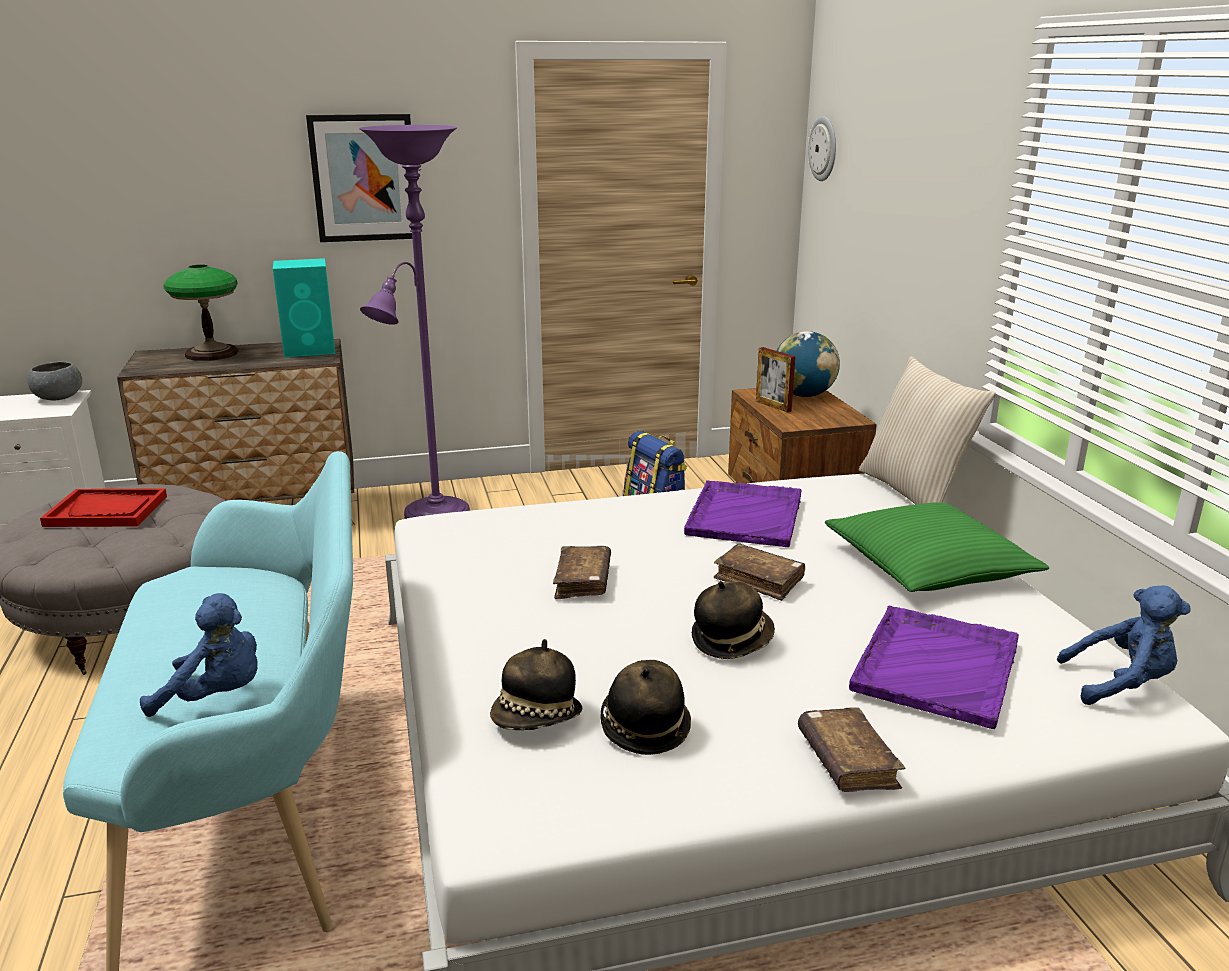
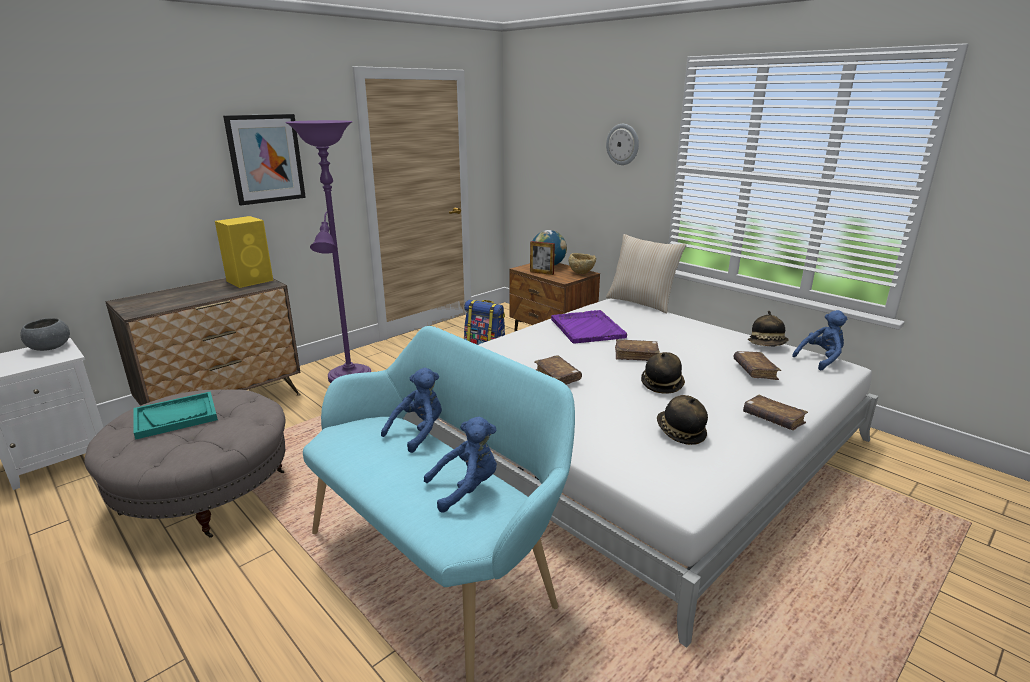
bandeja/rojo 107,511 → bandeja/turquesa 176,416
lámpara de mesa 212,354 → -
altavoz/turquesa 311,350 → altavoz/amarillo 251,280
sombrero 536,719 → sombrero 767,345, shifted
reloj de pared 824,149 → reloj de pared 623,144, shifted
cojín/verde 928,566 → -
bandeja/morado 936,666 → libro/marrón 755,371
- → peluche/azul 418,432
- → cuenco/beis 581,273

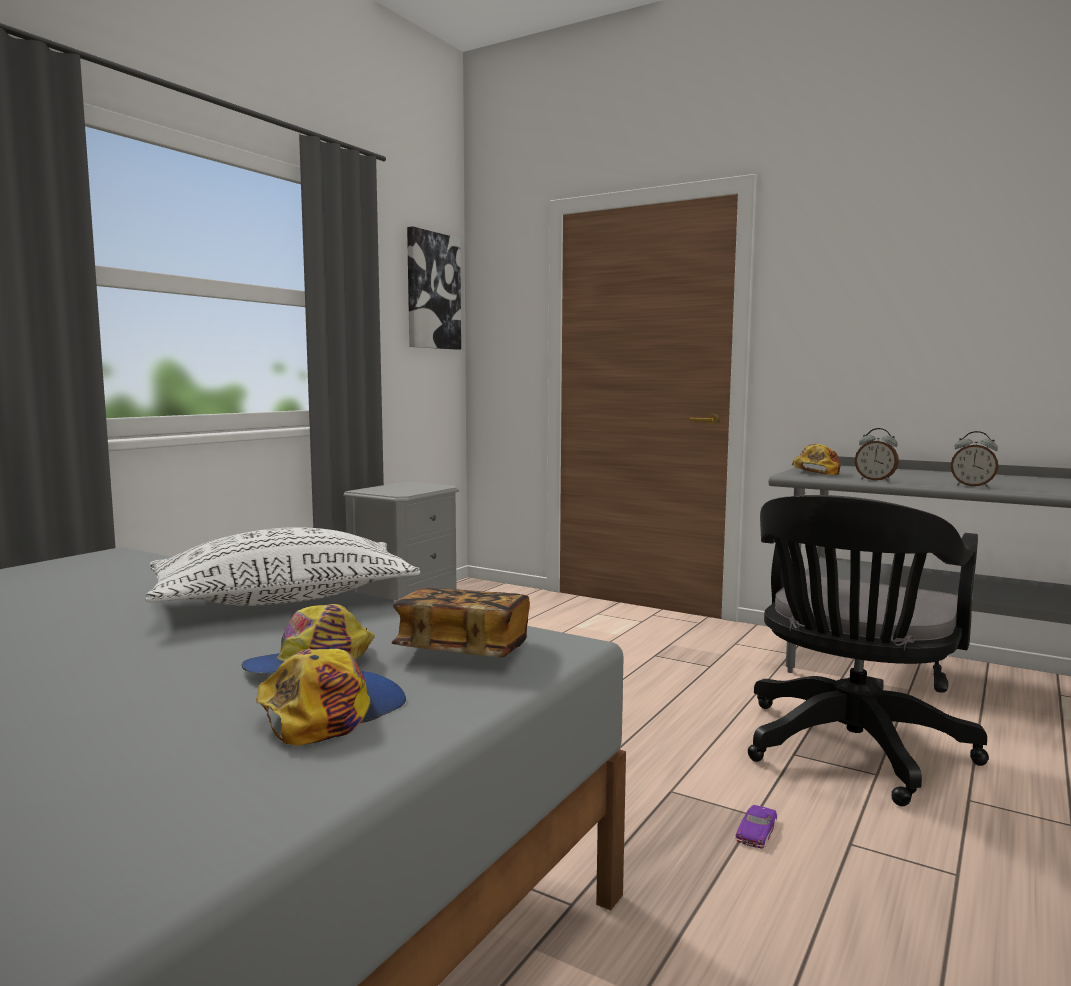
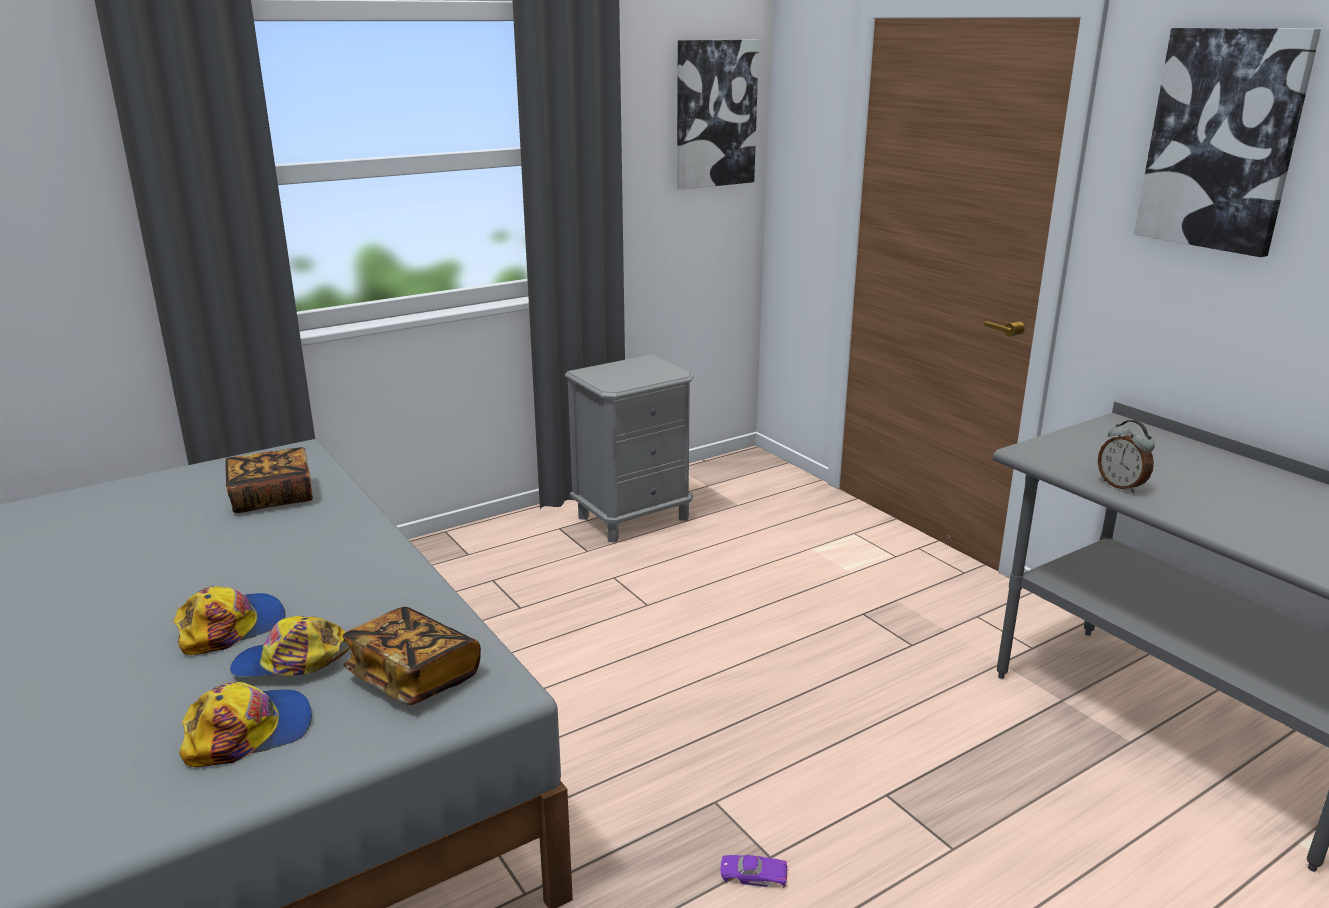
cojín/blanco 284,600 → -
coche de juguete/morado 756,830 → coche de juguete/morado 754,875, 135 degrees counterclockwise
silla de oficina/negro 850,751 → -
gorra 816,472 → gorra 231,627, shifted
despertador 972,486 → -
- → libro 272,498
- → cuadro 1222,140

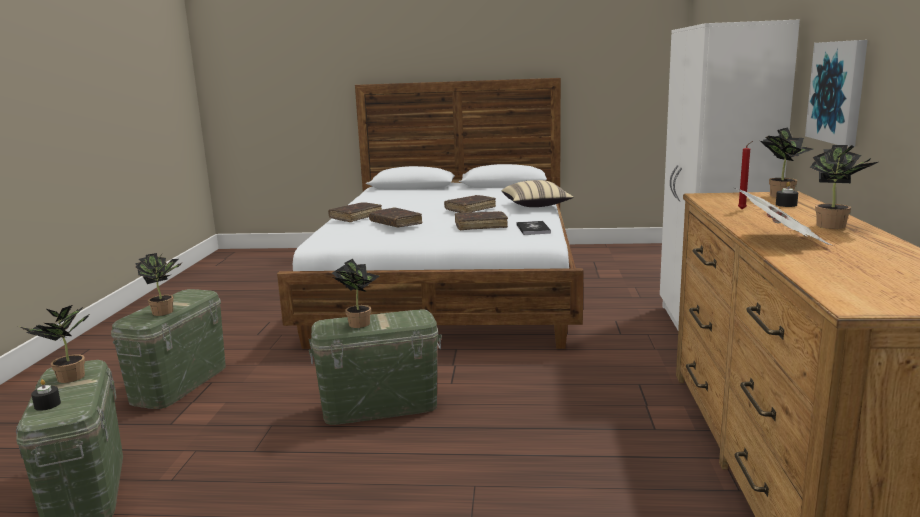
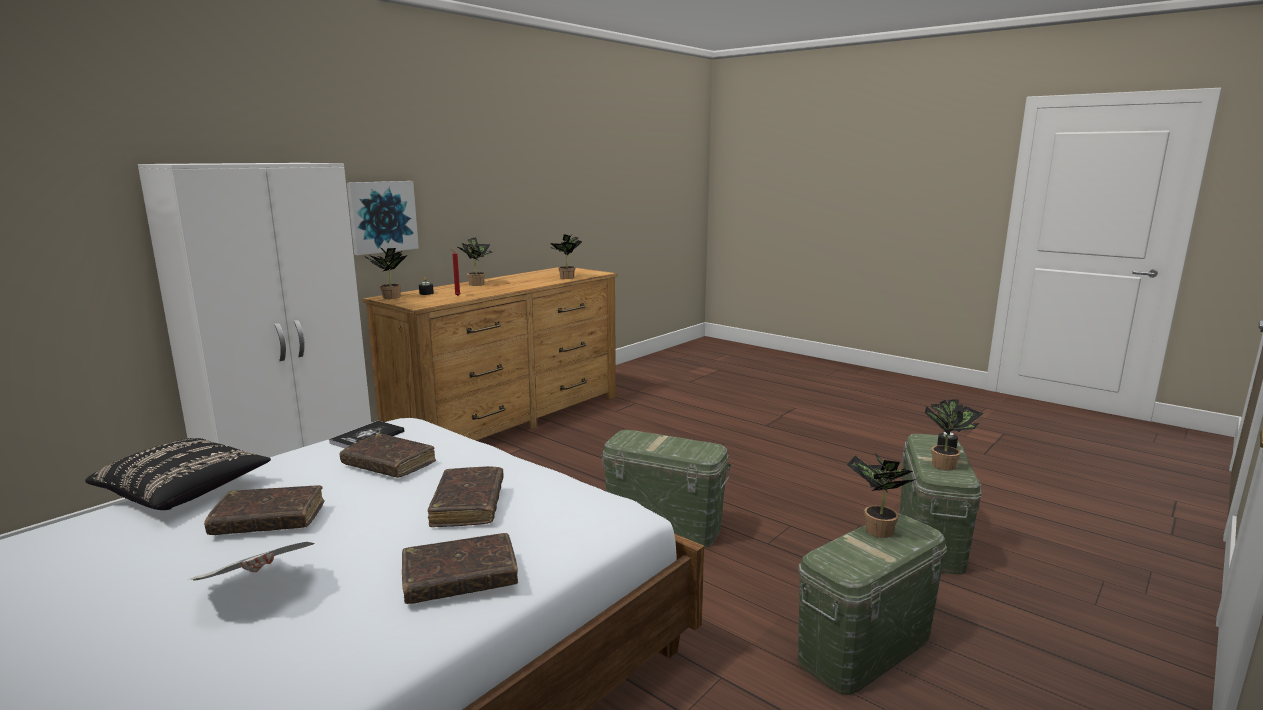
planta en maceta 358,323 → planta en maceta 566,278, shifted
cojín/beis 536,206 → cojín/negro 185,492
periódico 780,241 → periódico 258,588, shifted

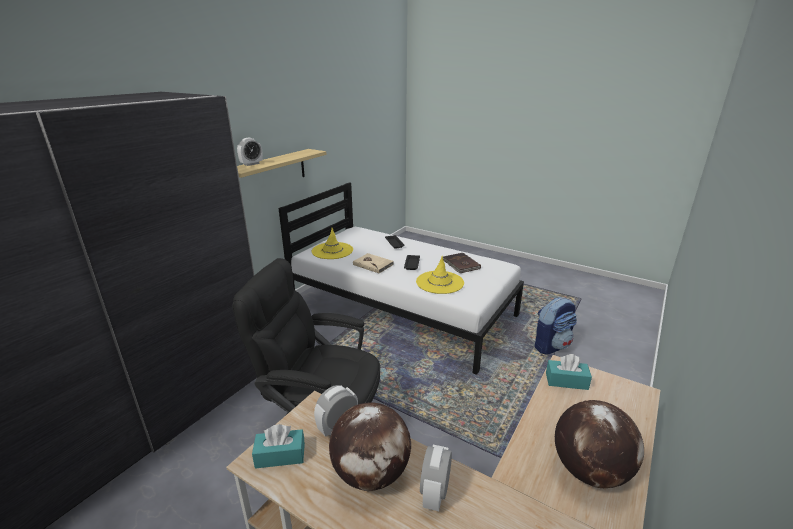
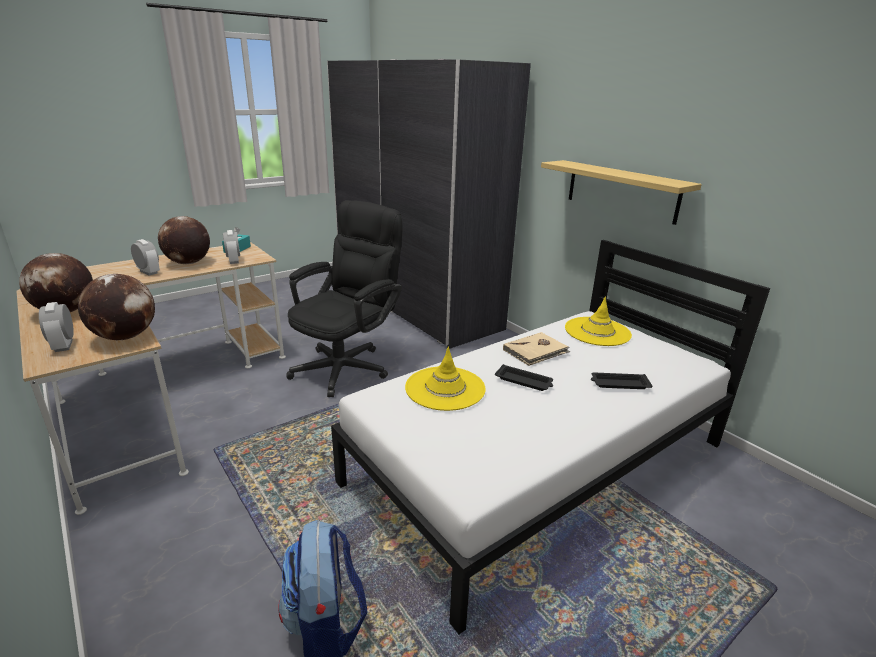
despertador 251,164 → despertador 64,345, shifted
libro/marrón 461,264 → -
caja de pañuelos/turquesa 566,381 → globo terráqueo 125,336

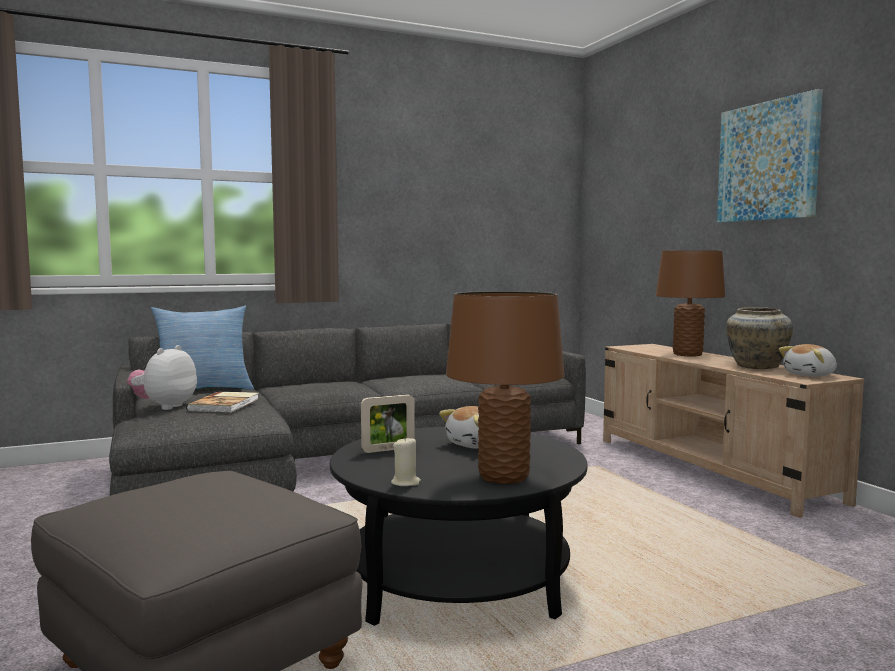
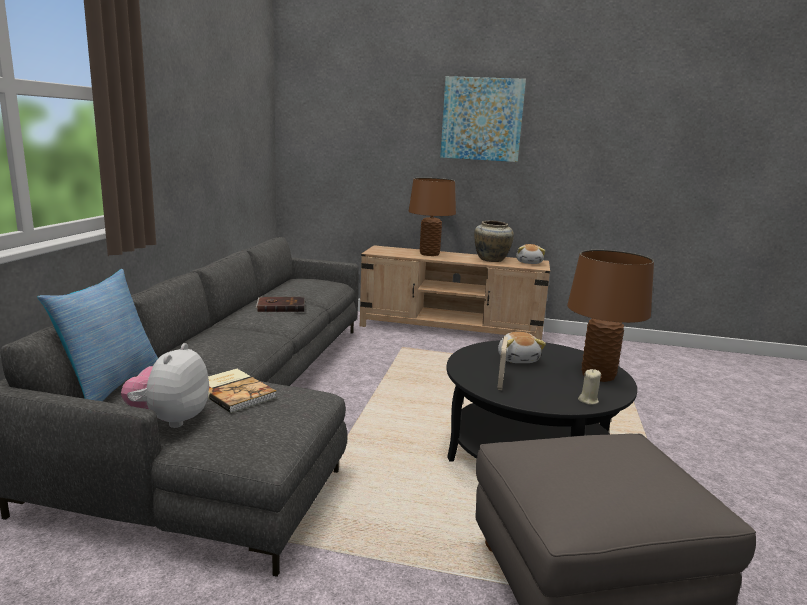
peluche 164,407 → peluche 170,419, 45 degrees clockwise
- → libro/marrón 281,306

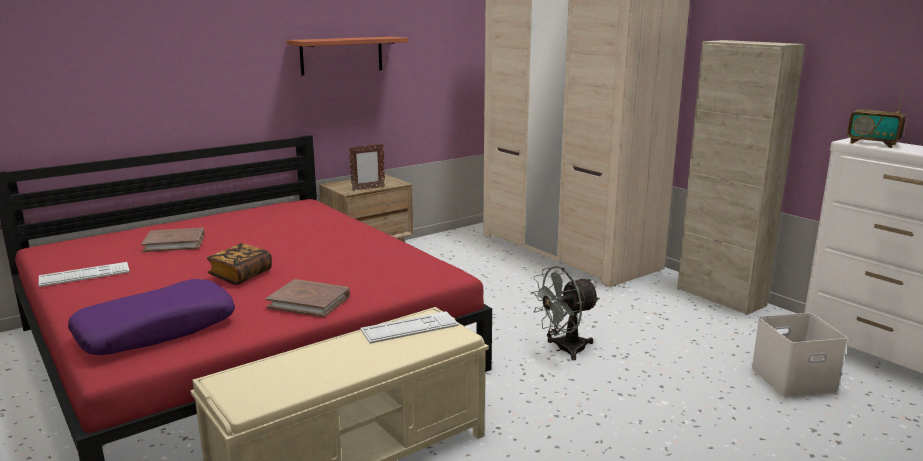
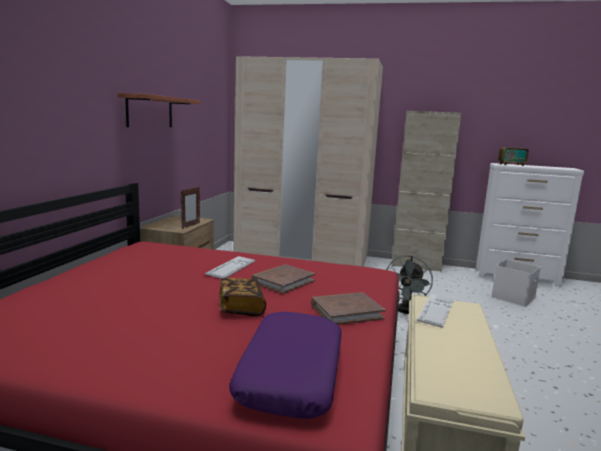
teclado 85,275 → teclado 231,268, shifted
libro/marrón 174,243 → libro/marrón 283,281, shifted

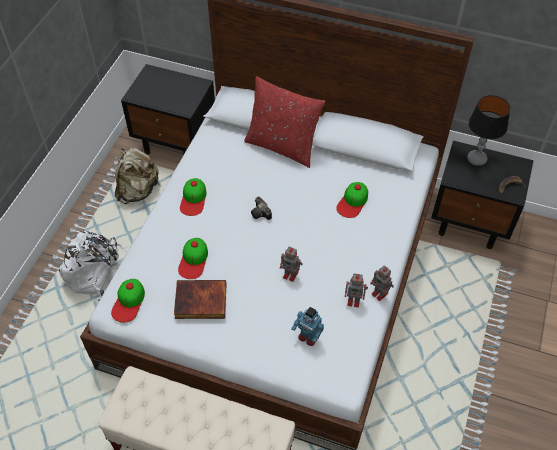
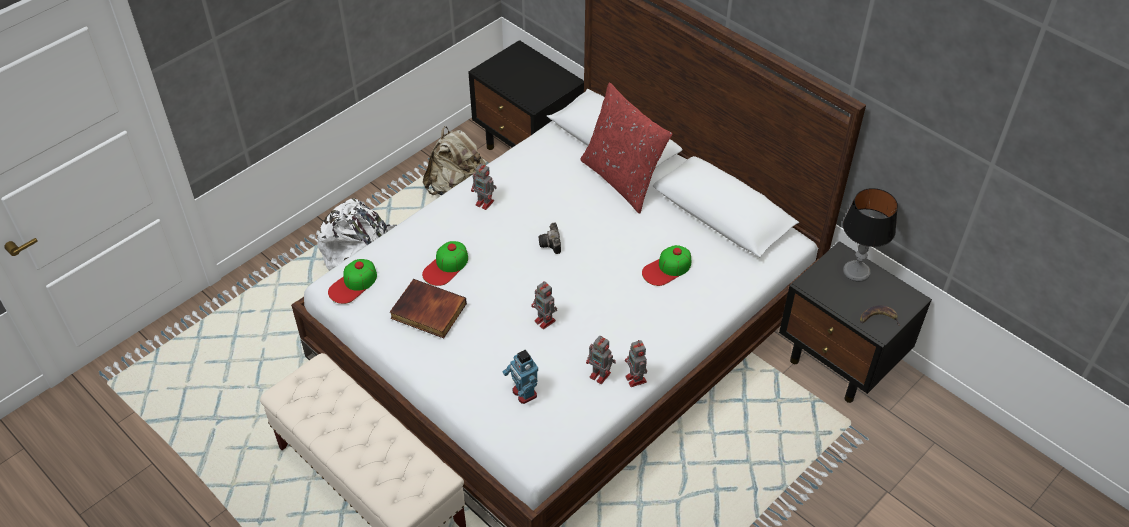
gorra 193,199 → robot de juguete 485,203

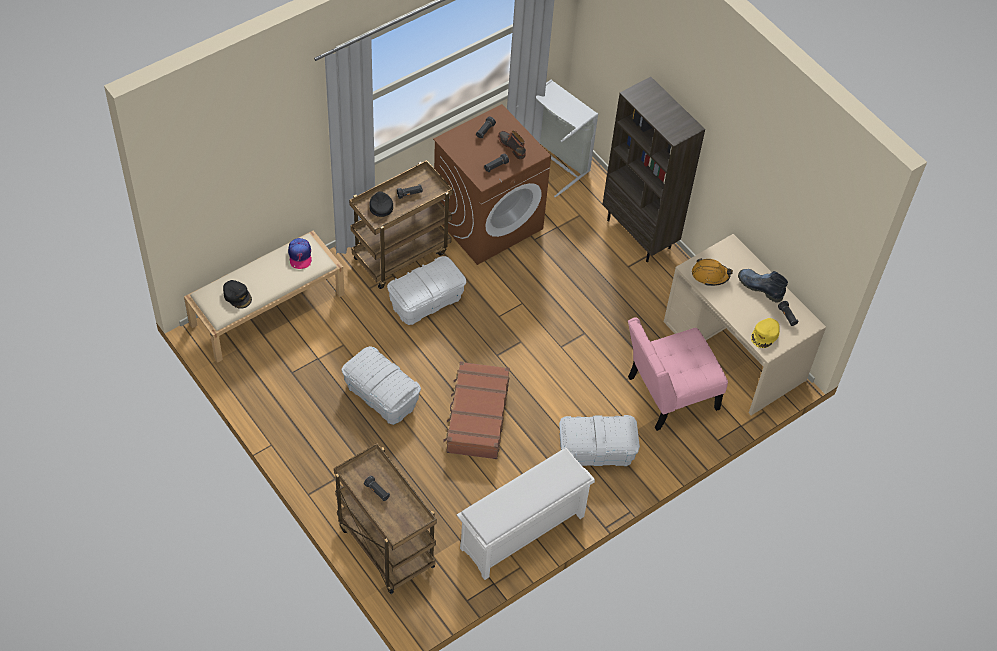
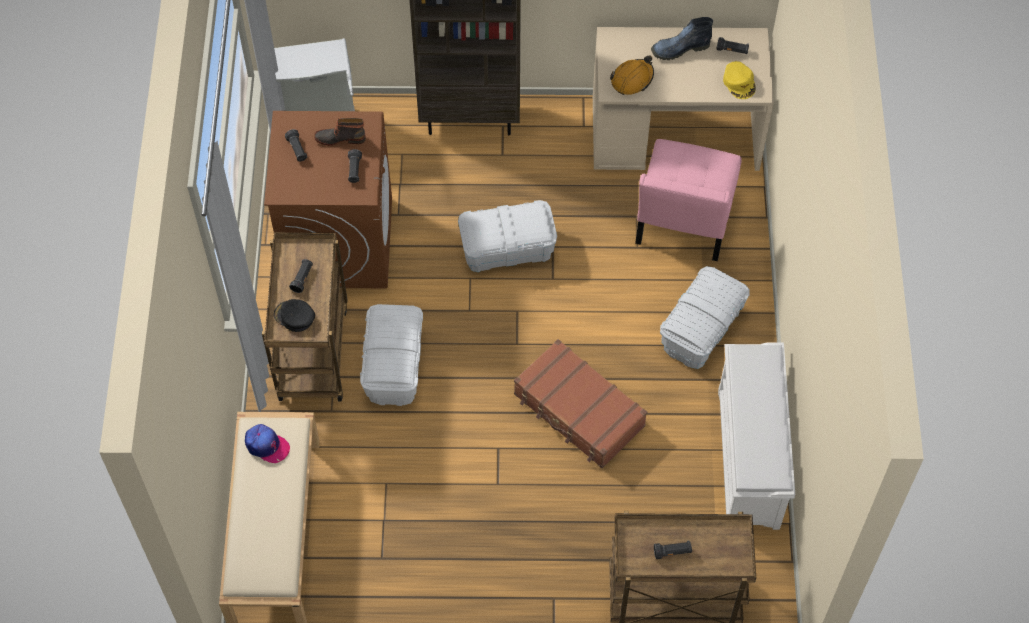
gorra/negro 237,296 → -
caja de almacenaje/blanco 381,395 → caja de almacenaje/blanco 507,249, shifted

